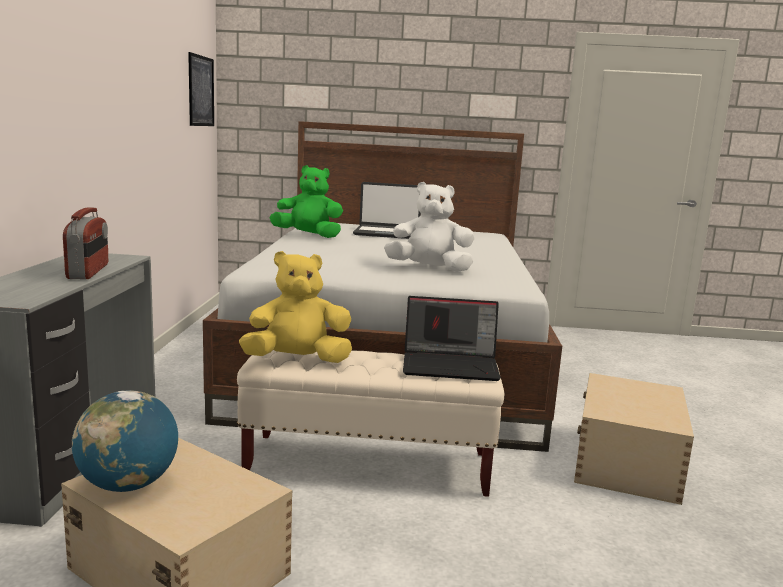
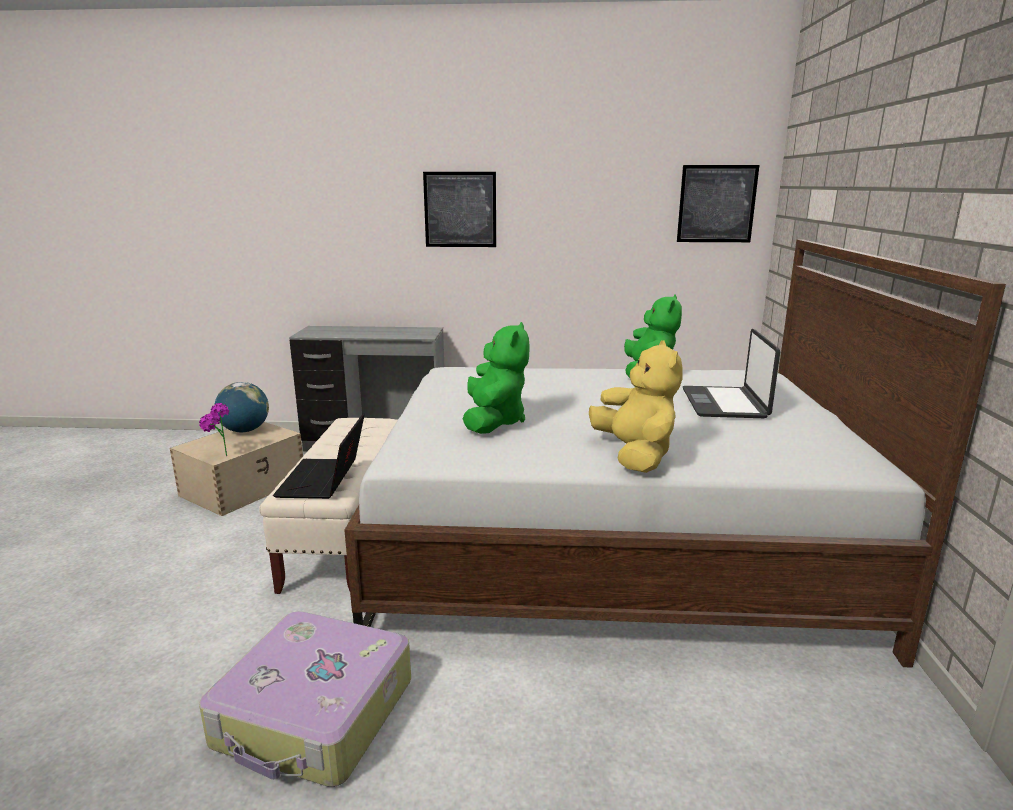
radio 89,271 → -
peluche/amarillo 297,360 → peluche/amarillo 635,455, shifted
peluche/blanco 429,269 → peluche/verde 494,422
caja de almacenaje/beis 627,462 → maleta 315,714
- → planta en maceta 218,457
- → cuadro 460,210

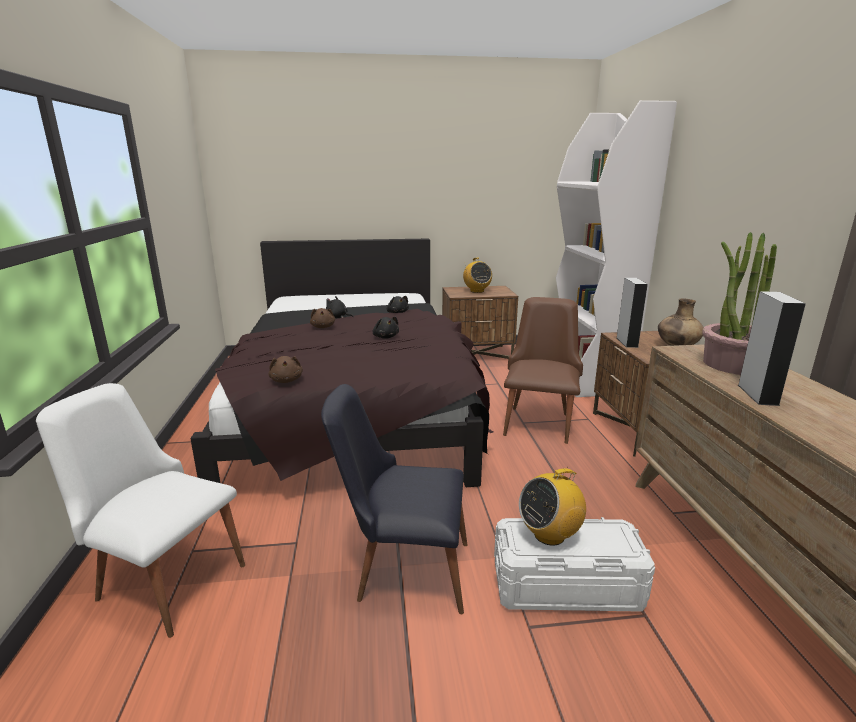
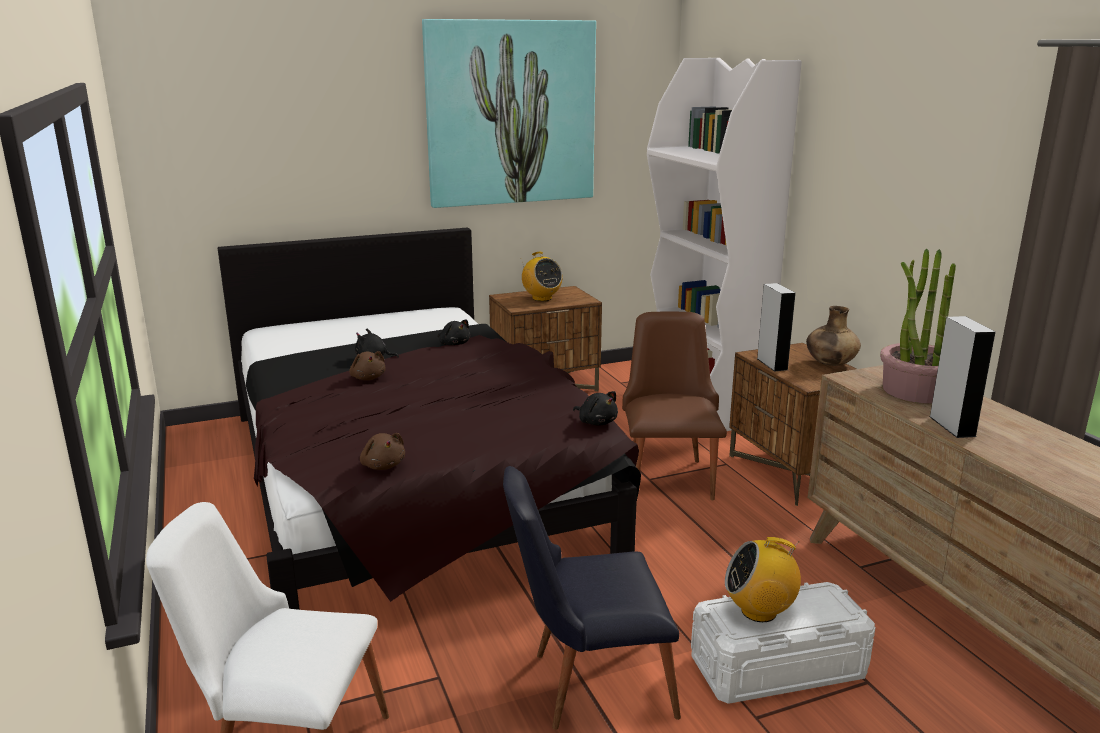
peluche/negro 385,337 → peluche/negro 596,422, shifted
radio 549,534 → radio 759,611, 45 degrees clockwise
- → cuadro 510,113

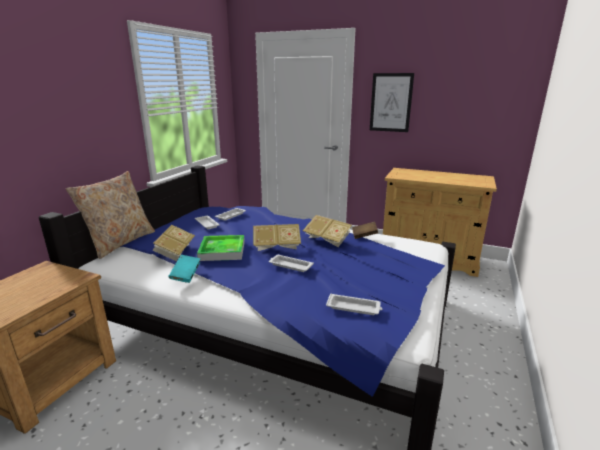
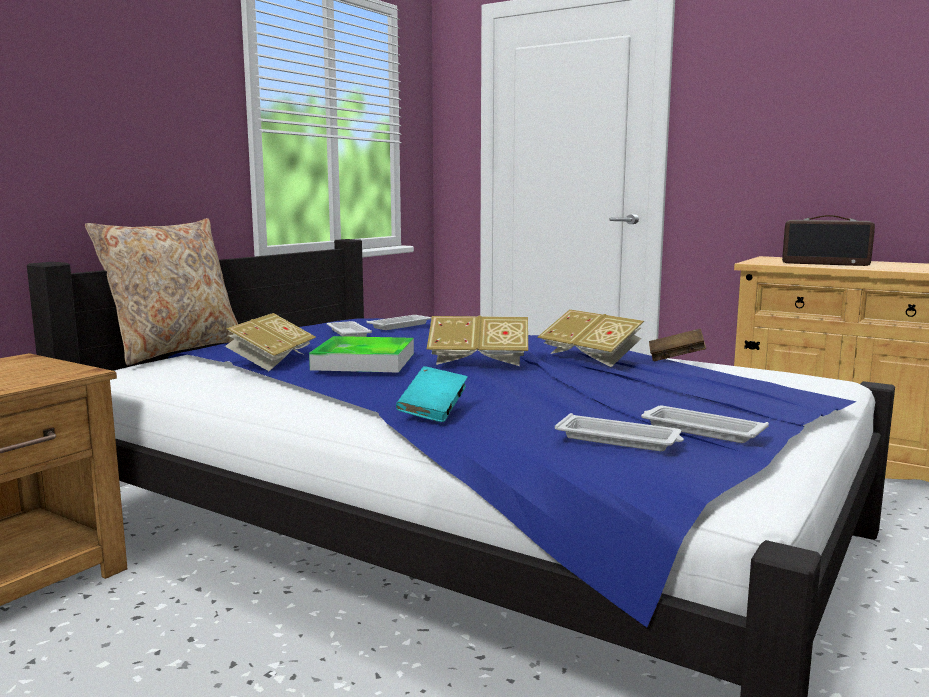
libro/turquesa 186,275 → libro/turquesa 433,412, shifted
bandeja/blanco 290,265 → bandeja/blanco 700,430, shifted
cuadro 391,102 → -
- → radio 825,263

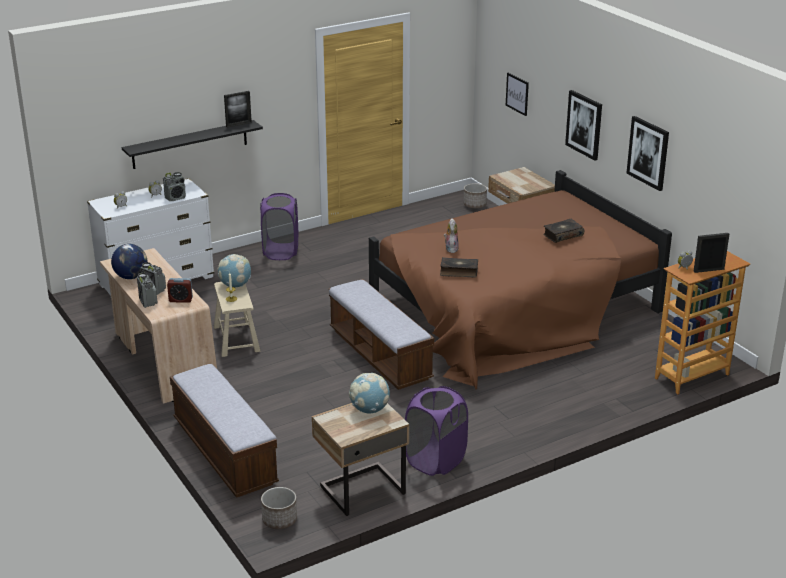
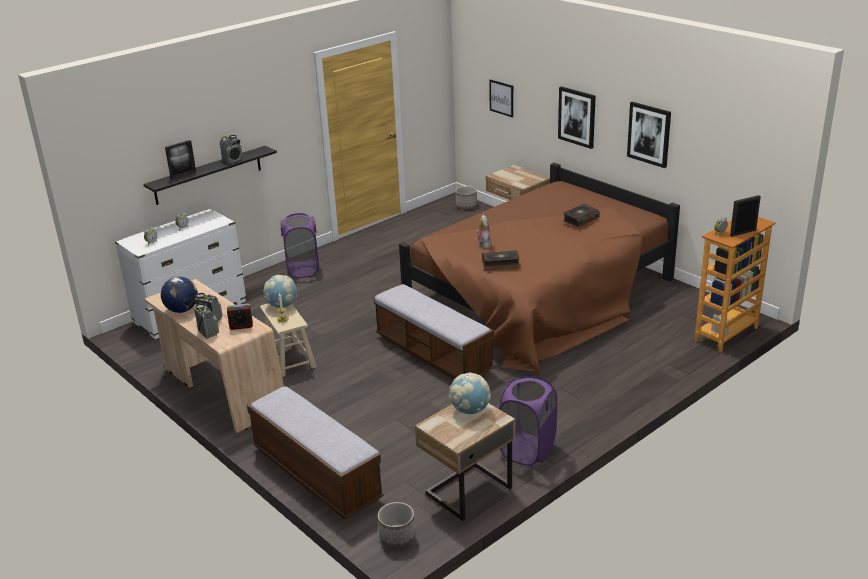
radio 176,198 → radio 233,160, shifted
portarretratos 238,124 → portarretratos 183,175, shifted

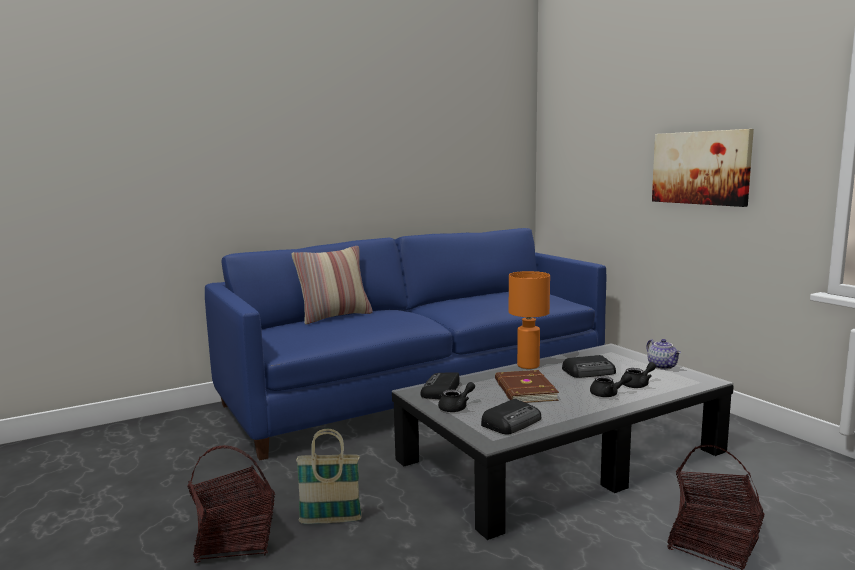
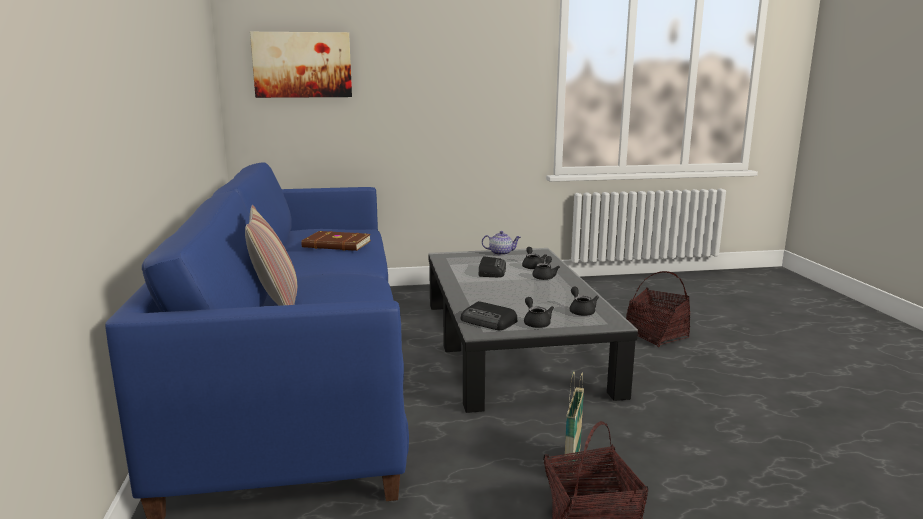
radio 512,422 → tetera/negro 581,311
libro/marrón 524,390 → libro/marrón 337,244, shifted
lámpara de mesa/naranja 527,365 → -
cuadro 700,168 → cuadro 302,65, shifted

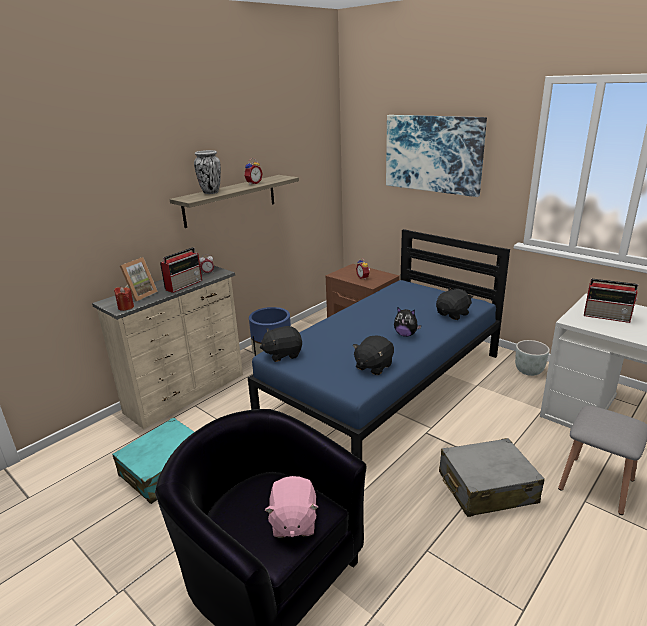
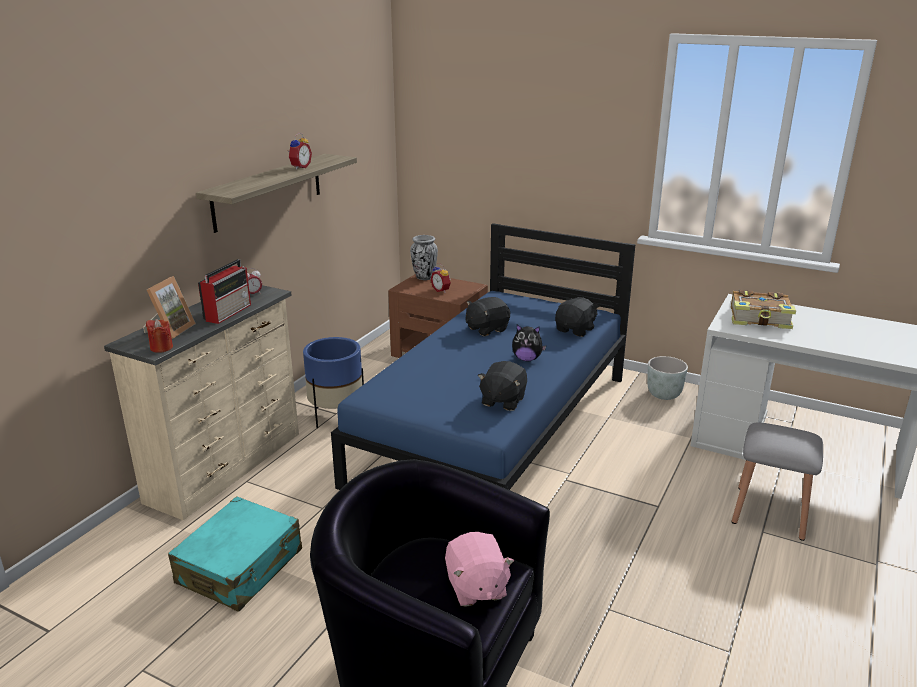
florero 210,192 → florero 424,277, shifted
peluche/negro 282,354 → peluche/negro 486,329, shifted
cuadro 433,154 → -
maleta/gris 486,488 → -
radio 607,316 → libro 760,319

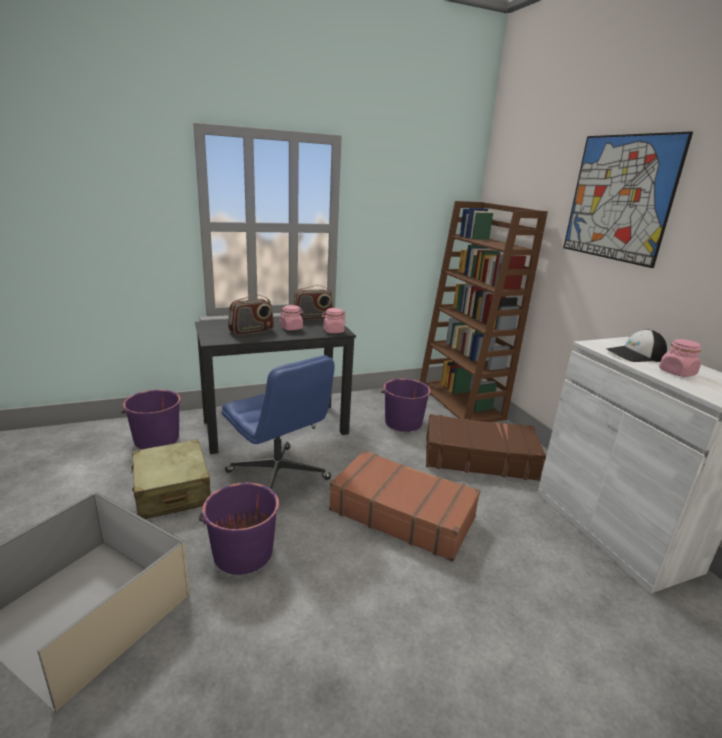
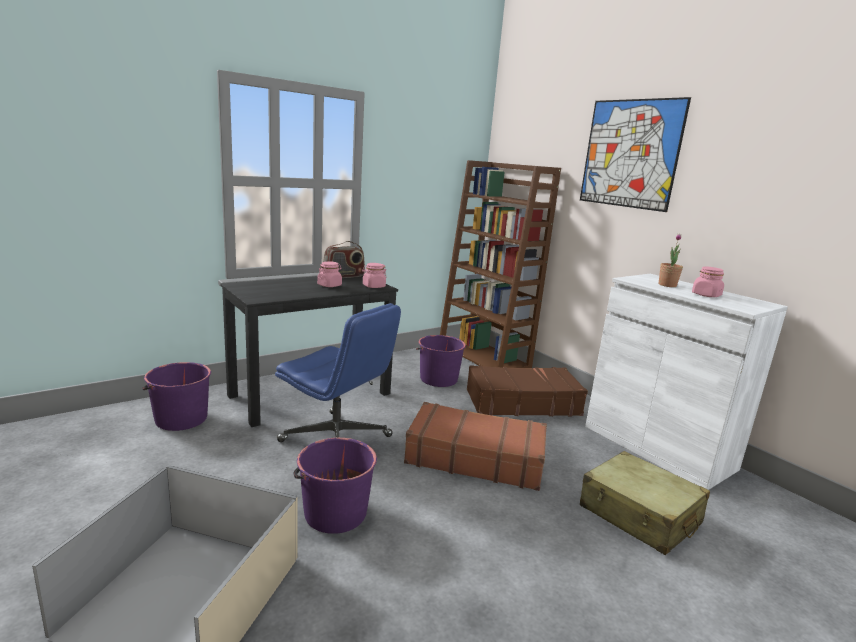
maleta/beis 172,491 → maleta/beis 639,515, shifted
radio 251,331 → -
gorra 635,355 → planta en maceta 667,285

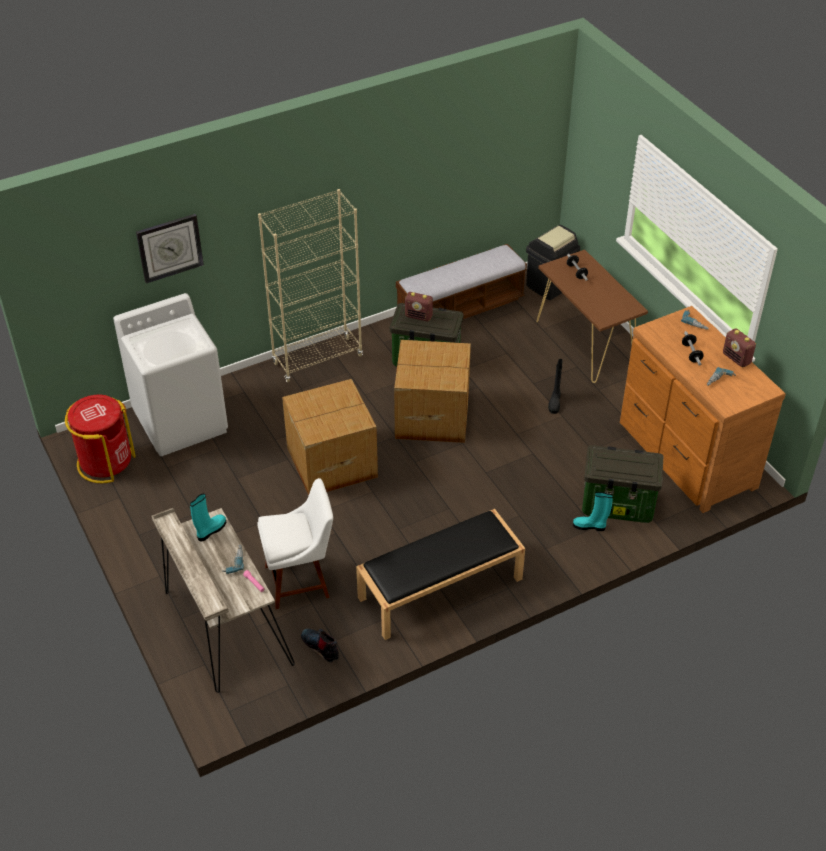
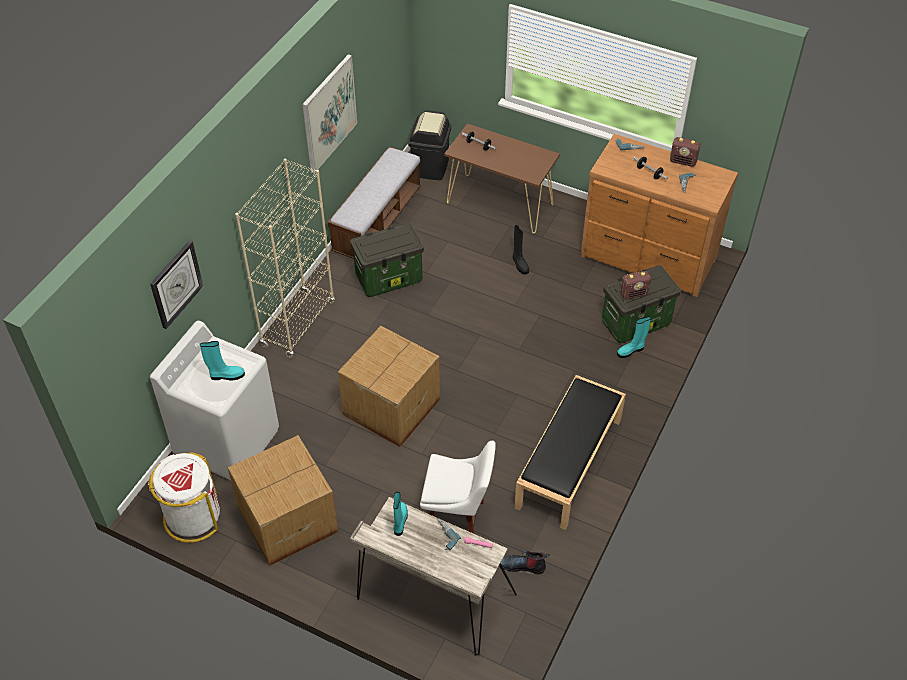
papelera/rojo 105,462 → papelera/blanco 192,516
silla/blanco 301,580 → silla/blanco 457,521, 60 degrees clockwise
caja de cartón 431,415 → caja de cartón 286,519, shifted
radio 419,316 → radio 634,294, shifted
- → bota/turquesa 226,375
- → cuadro 329,113

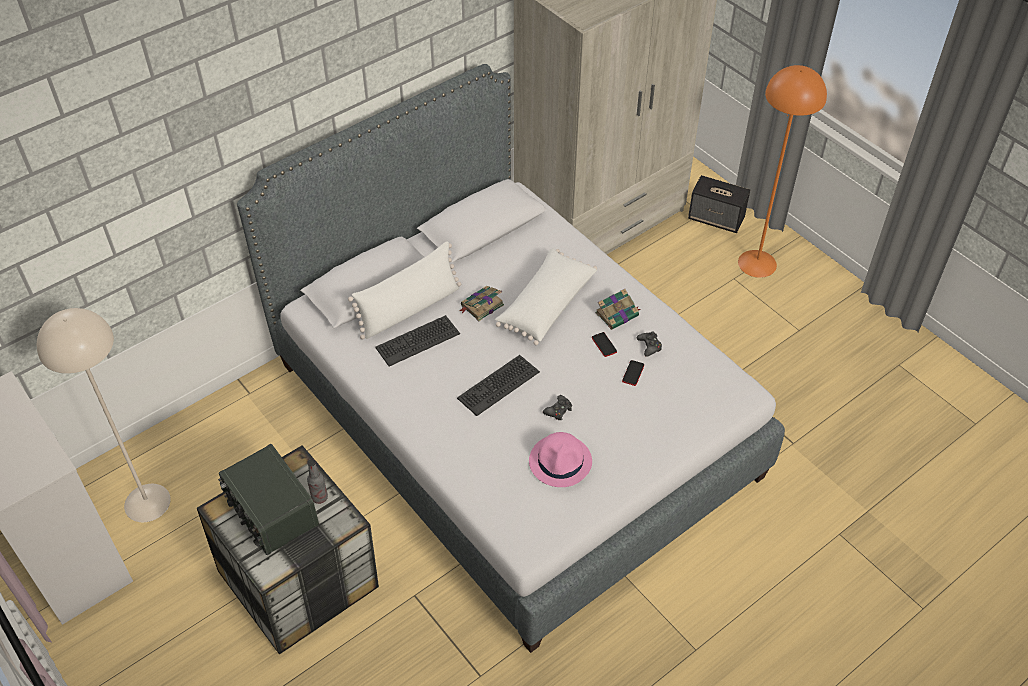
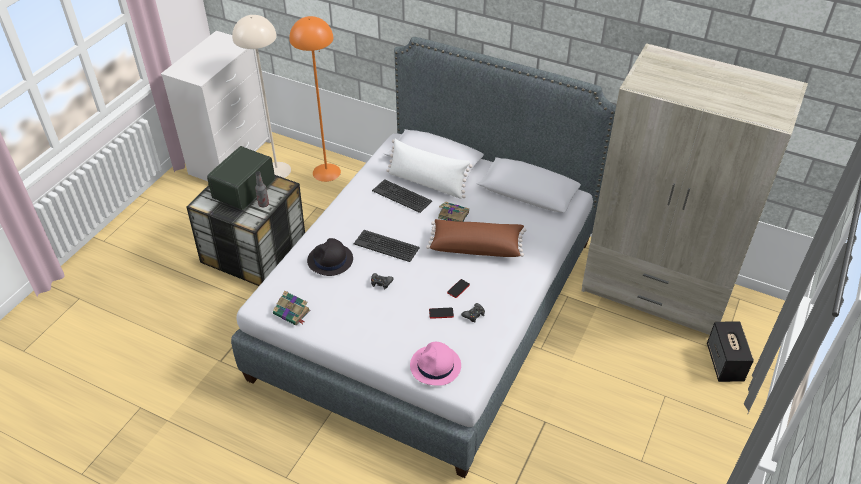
cojín/blanco 545,304 → cojín/marrón 476,246
sombrero/rosa 561,461 → sombrero/rosa 435,366, shifted
libro 617,314 → libro 292,313, shifted
lámpara de pie/naranja 757,263 → lámpara de pie/naranja 326,172, shifted
- → sombrero/negro 330,260

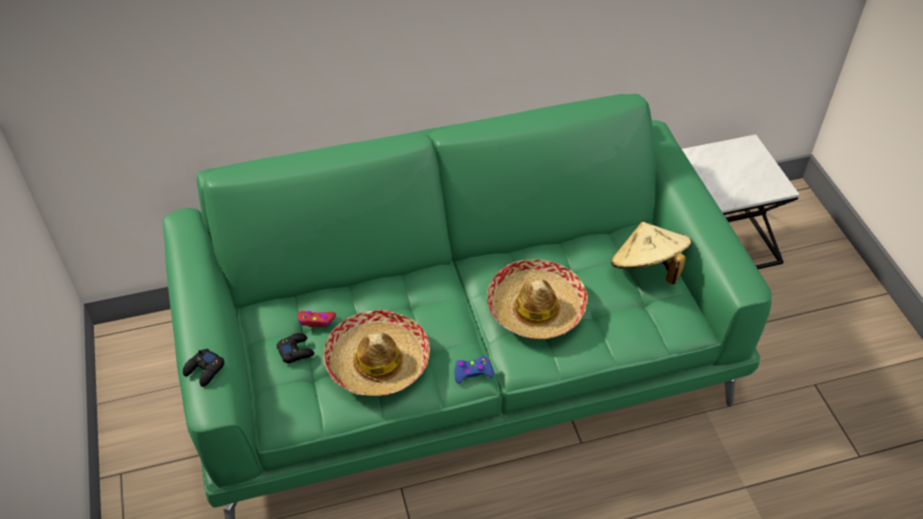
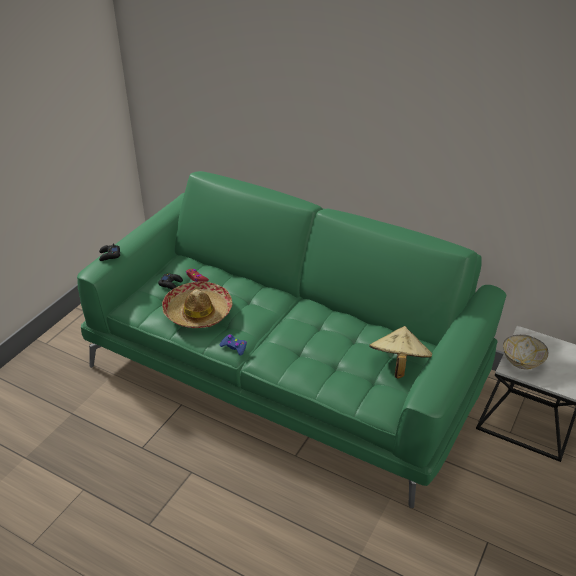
sombrero 536,308 → -
- → cuenco 521,362

